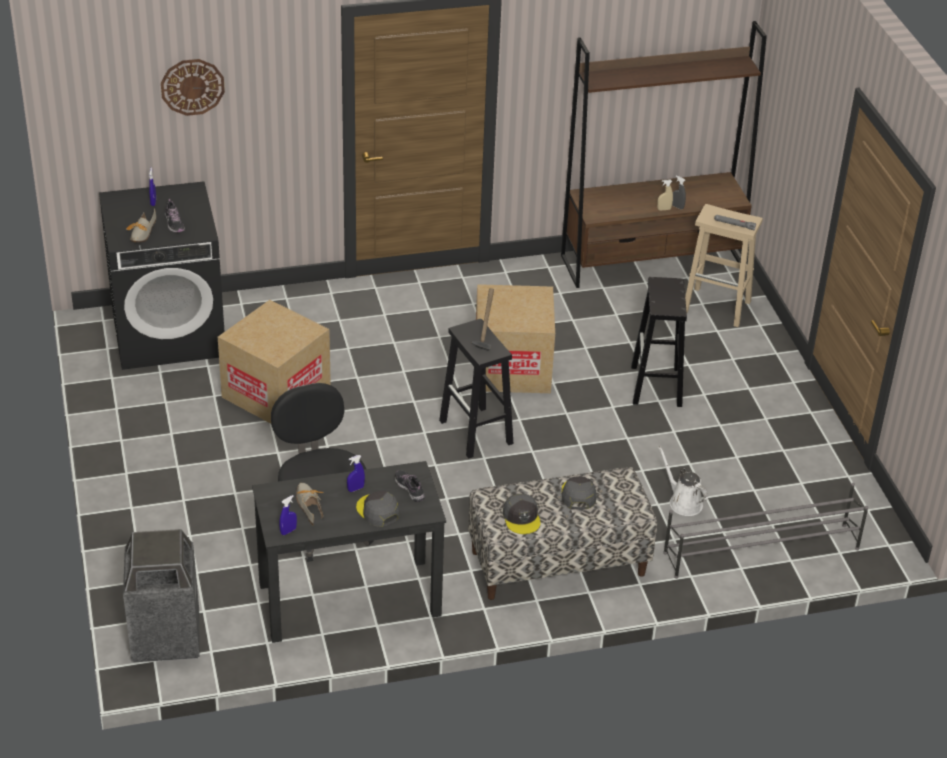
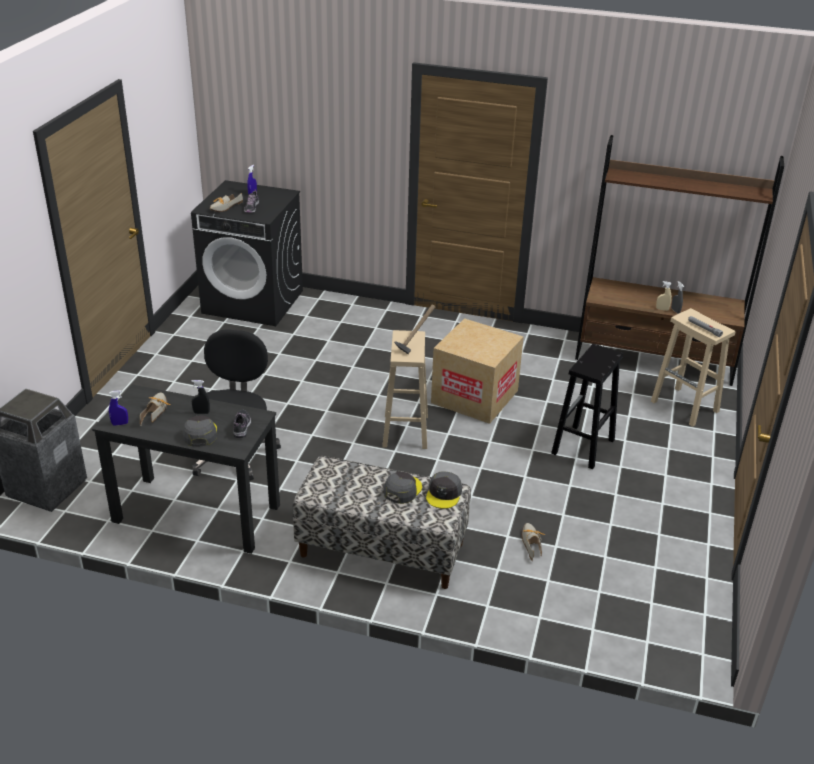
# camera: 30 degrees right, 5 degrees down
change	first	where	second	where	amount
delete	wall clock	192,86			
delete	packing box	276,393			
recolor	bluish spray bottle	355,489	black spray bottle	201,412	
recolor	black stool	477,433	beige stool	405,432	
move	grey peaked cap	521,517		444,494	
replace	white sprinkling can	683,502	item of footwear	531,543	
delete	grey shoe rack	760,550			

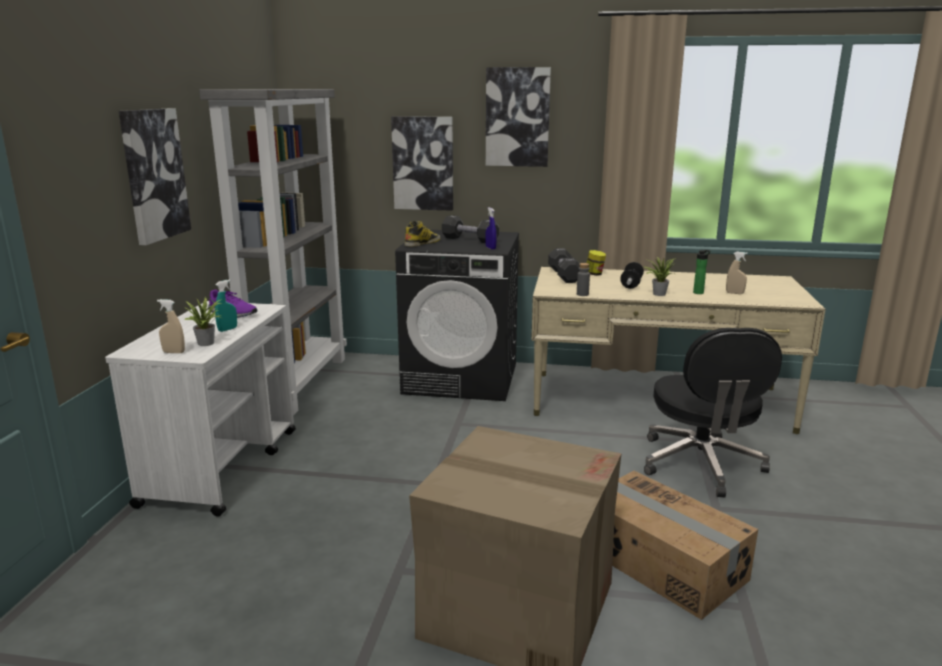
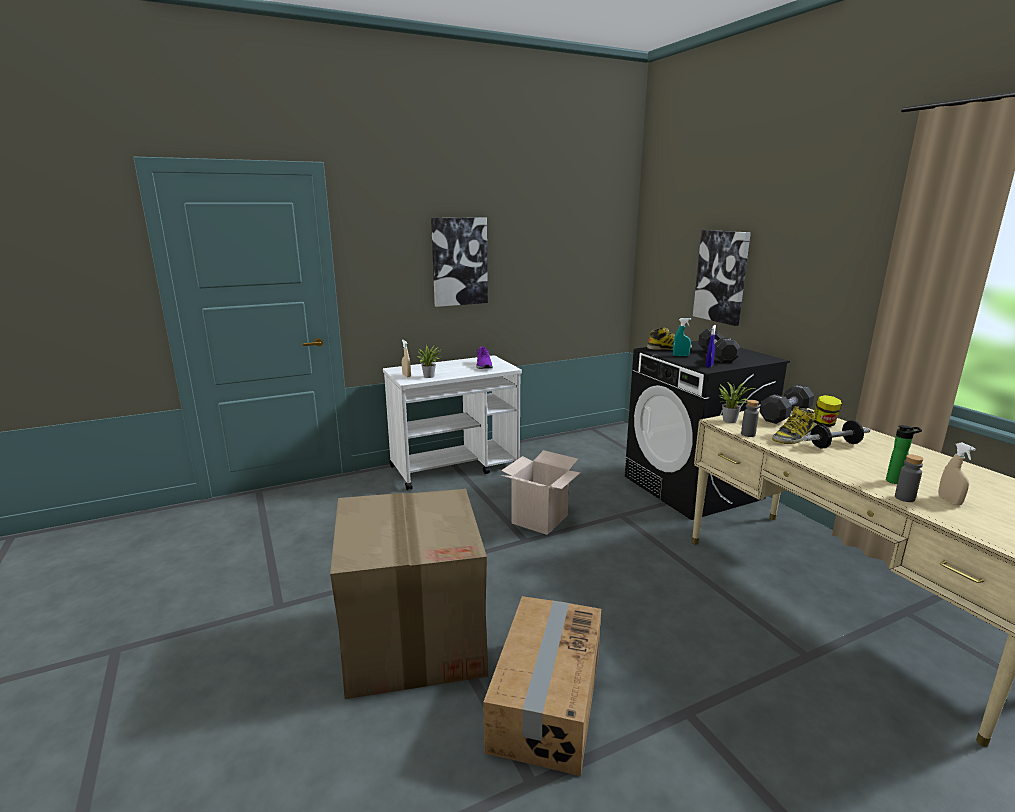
# camera: 55 degrees right, 0 degrees up
change	first	where	second	where	amount
delete	grey bookshelf	298,383			
move	turquoise spray bottle	227,329		680,356	
delete	wall picture	517,117			
move	plant in a pot	658,293		729,420	
delete	black office chair	701,464			
insert			packing box	539,519	
insert			high-top boot	792,438	
insert			grey bottle	904,498	

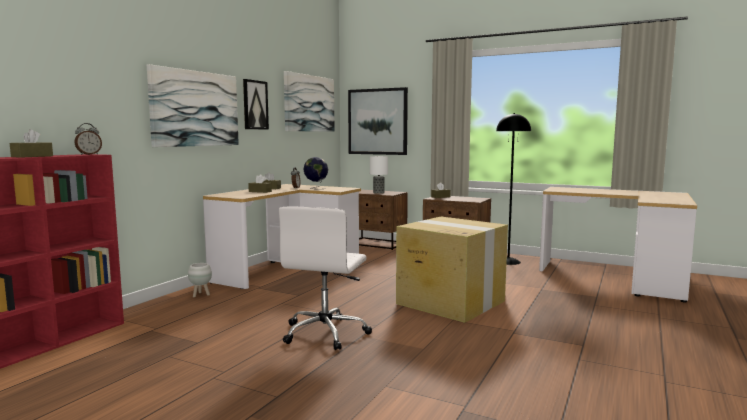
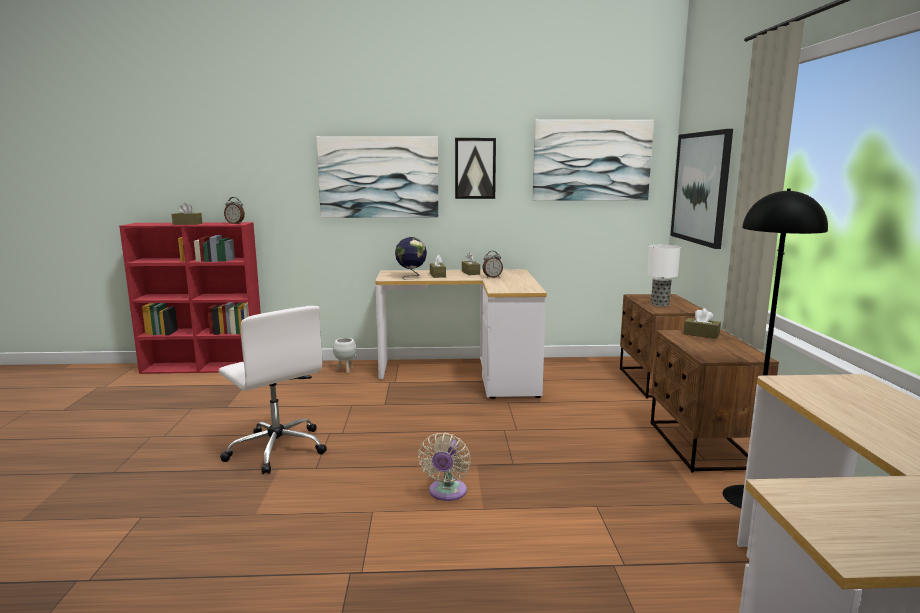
# camera: 60 degrees right, 5 degrees up
change	first	where	second	where	amount
rotate	white office chair	326,333		277,449	120 degrees counterclockwise
move	globe	316,188		411,277	
replace	packing box	449,302	beige electric fan	446,493	

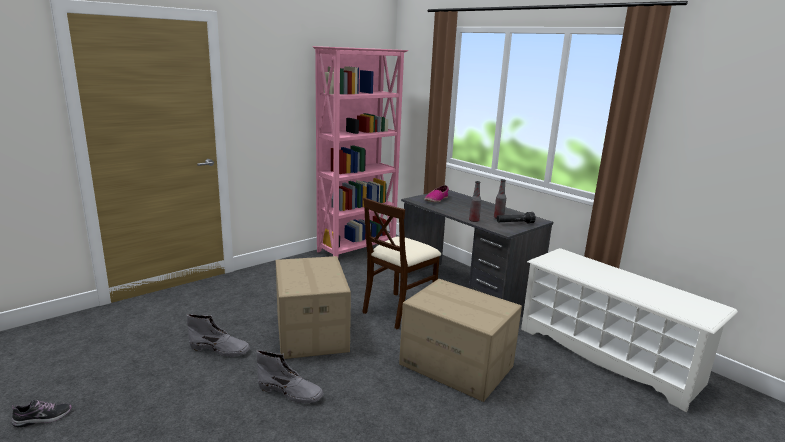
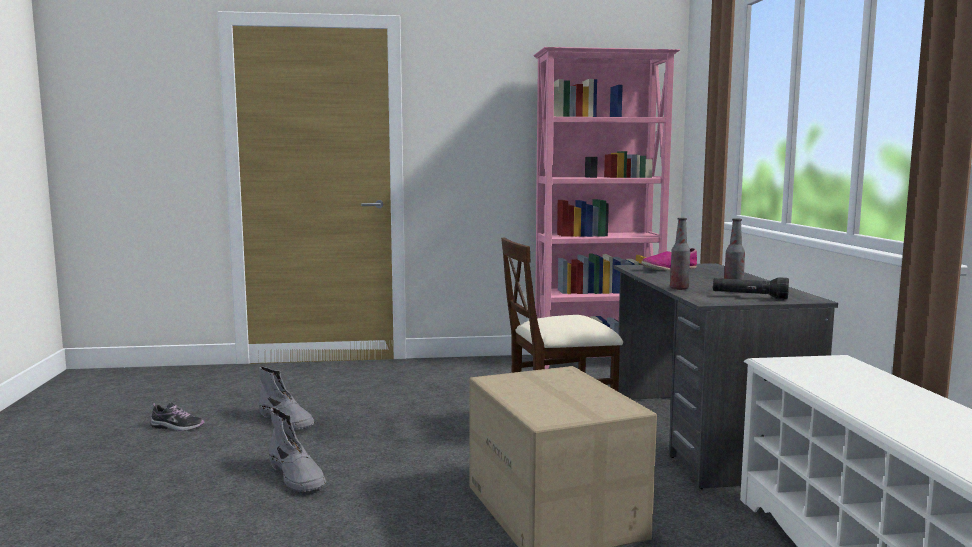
# camera: 35 degrees right, 10 degrees down
change	first	where	second	where	amount
move	item of footwear	43,418		177,427	
delete	packing box	310,332			

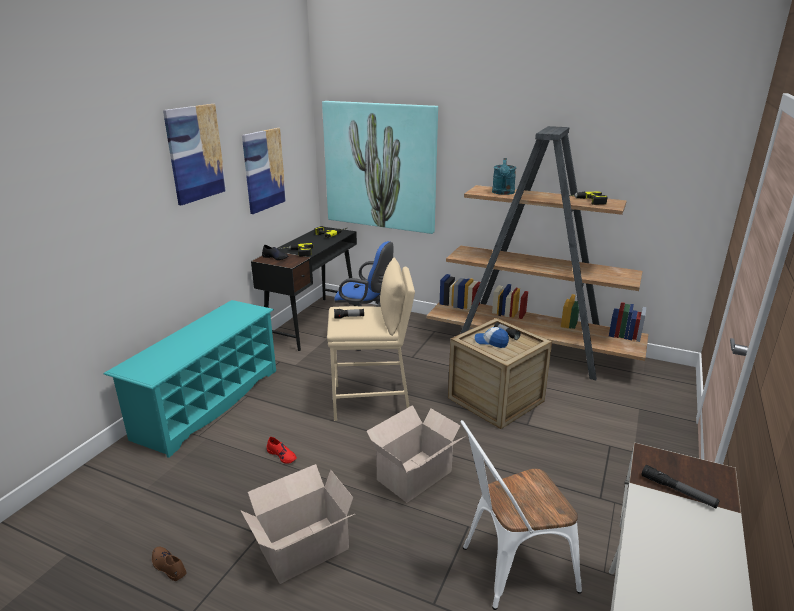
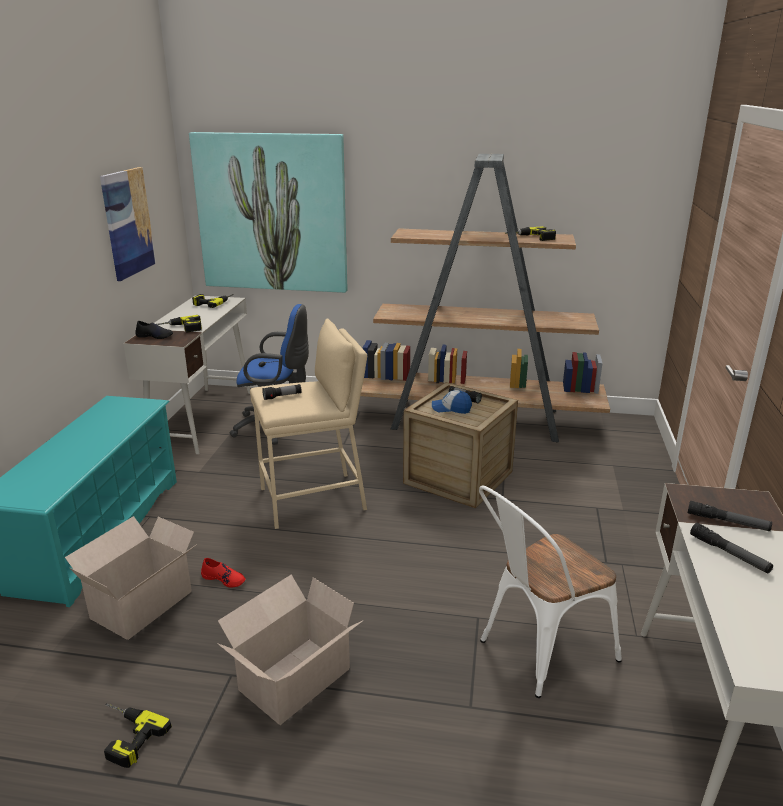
# camera: 15 degrees left, 0 degrees up
change	first	where	second	where	amount
replace	brown item of footwear	168,566	electric drill	124,736	
delete	wall picture	195,153			
recolor	black desk unit	313,322	white desk unit	202,418	
move	packing box	416,475		144,603	
delete	turquoise sprinkling can	503,193			
insert			torch	729,554	

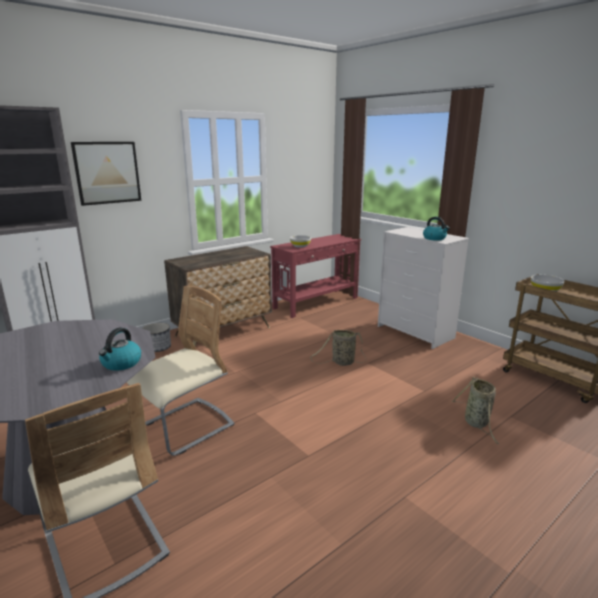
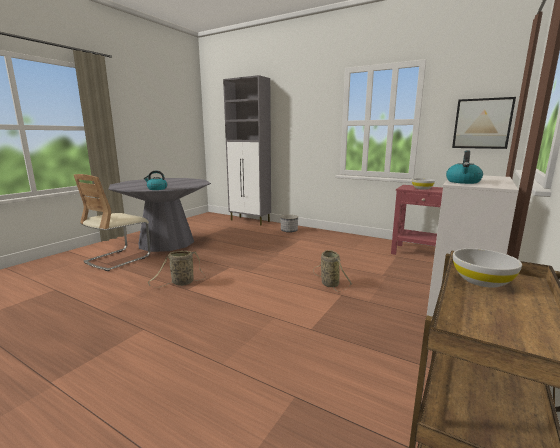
# camera: 70 degrees right, 5 degrees down
change	first	where	second	where	amount
move	wall picture	107,172		482,123	
delete	beige chair	185,427			
delete	dresser	224,332			
move	household basket	477,423		181,283	

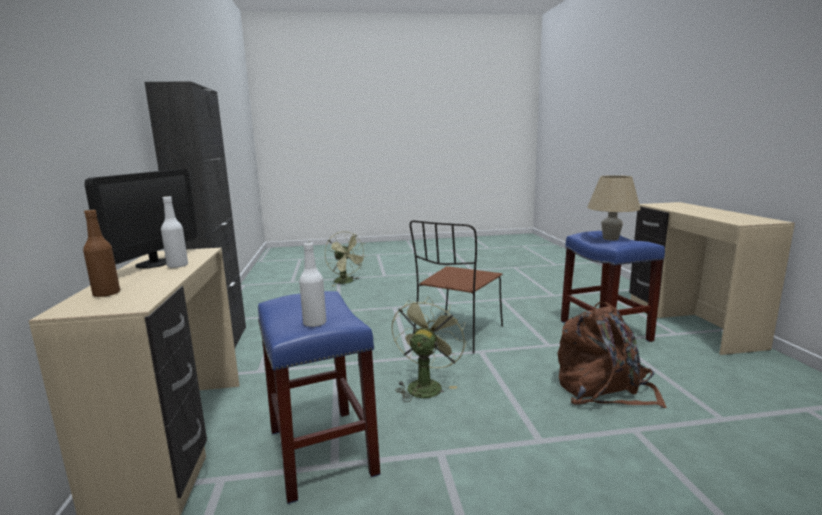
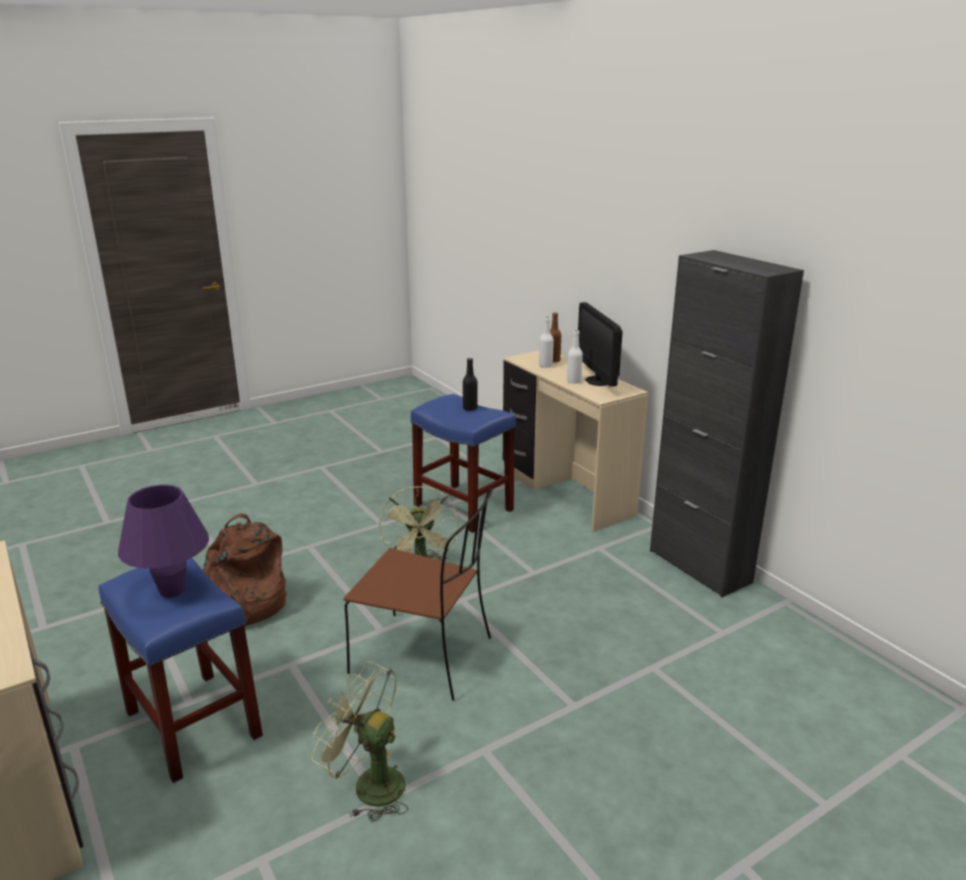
# camera: 155 degrees right, 10 degrees up
change	first	where	second	where	amount
move	white bottle	314,323		545,366	
move	greenish electric fan	347,282		368,784	
rotate	brown chair	457,334		425,656	105 degrees clockwise
recolor	beige lamp for a table	610,238	purple-coloured lamp for a table	172,590	
insert			black bottle	470,408	

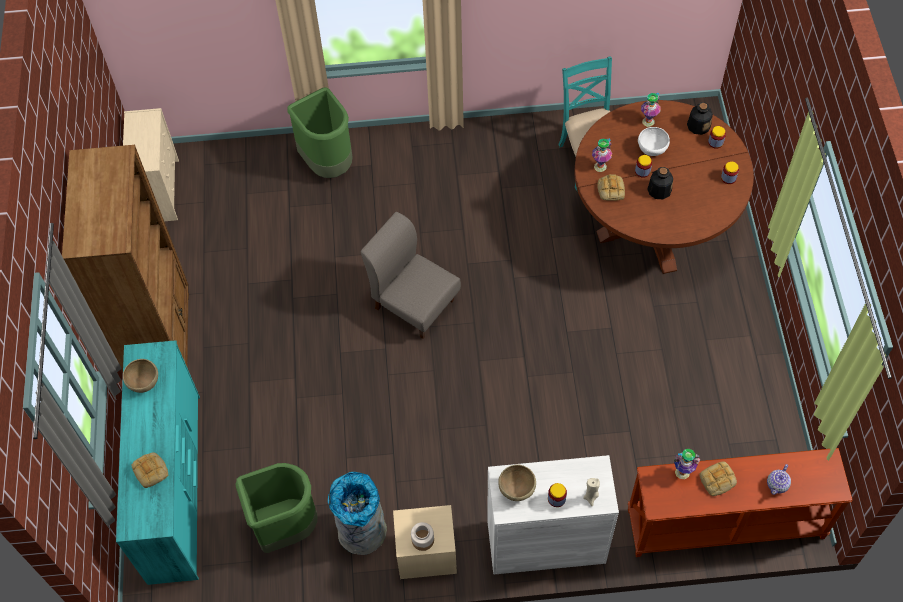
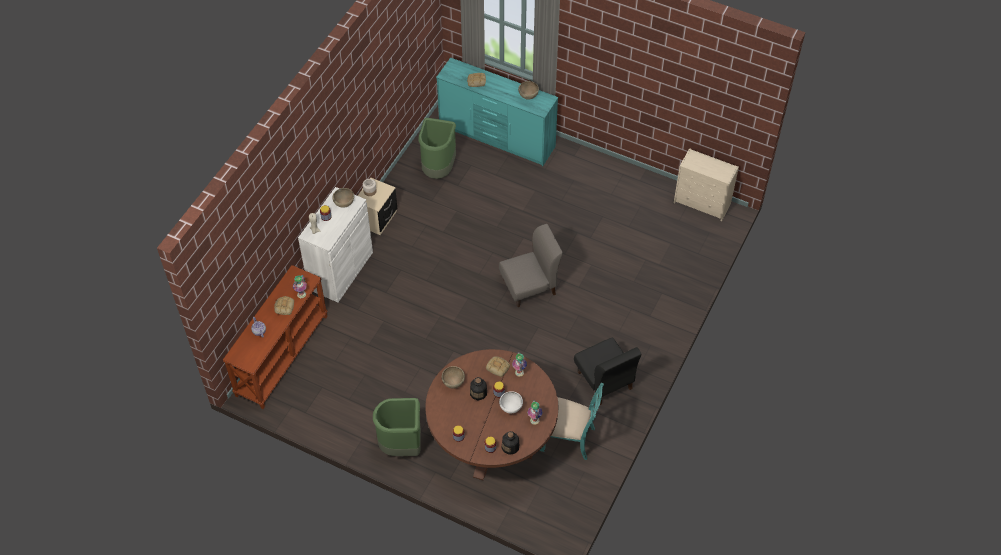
# camera: 120 degrees right, 5 degrees down
change	first	where	second	where	amount
delete	brown bookshelf	163,340			
move	greenish rubbish bin	328,164		402,446	
delete	grey rubbish bin	362,531			
insert			brown bowl	453,383	
insert			black chair	604,381	

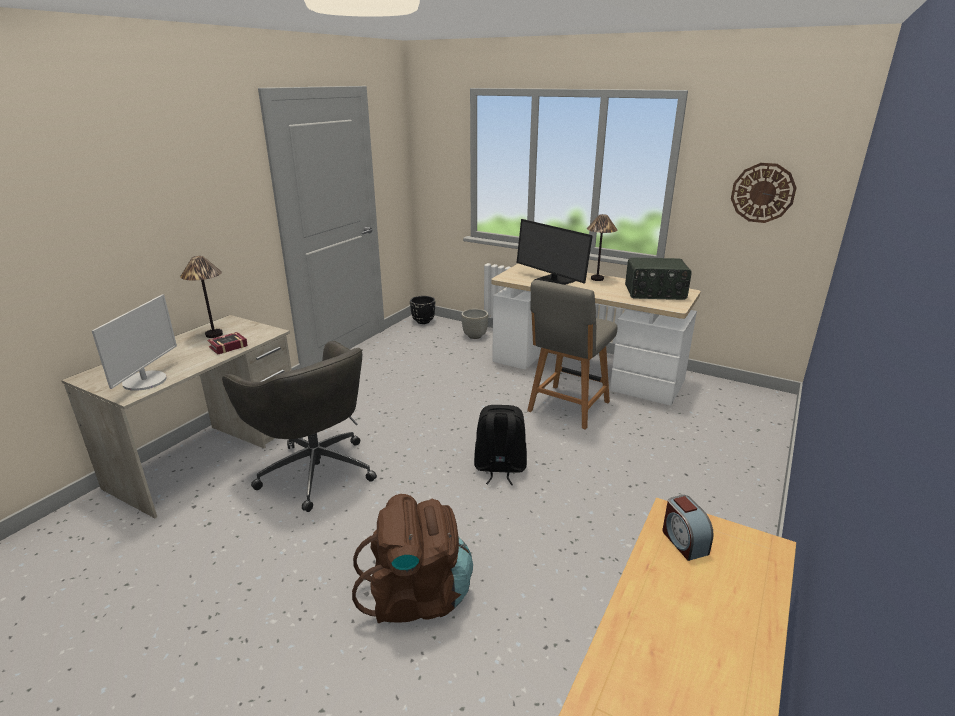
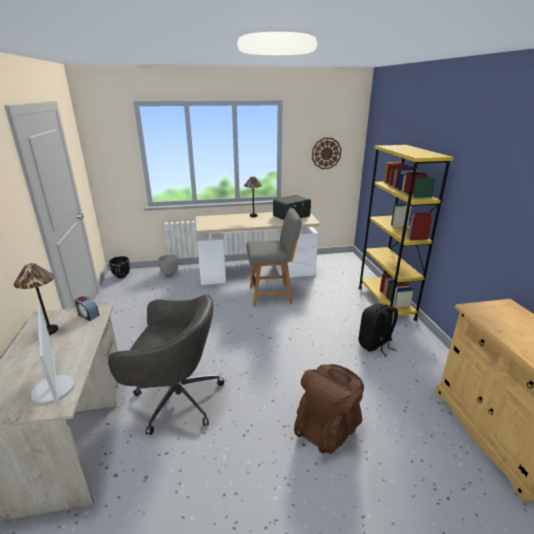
# camera: 40 degrees left, 0 degrees up
change	first	where	second	where	amount
delete	book	226,346			
move	black rucksack	499,468		375,345	
delete	monitor	553,281			
rotate	grey chair	567,408		272,295	90 degrees counterclockwise
move	table clock	683,541		88,315	
insert			yellowish bookshelf	385,303	

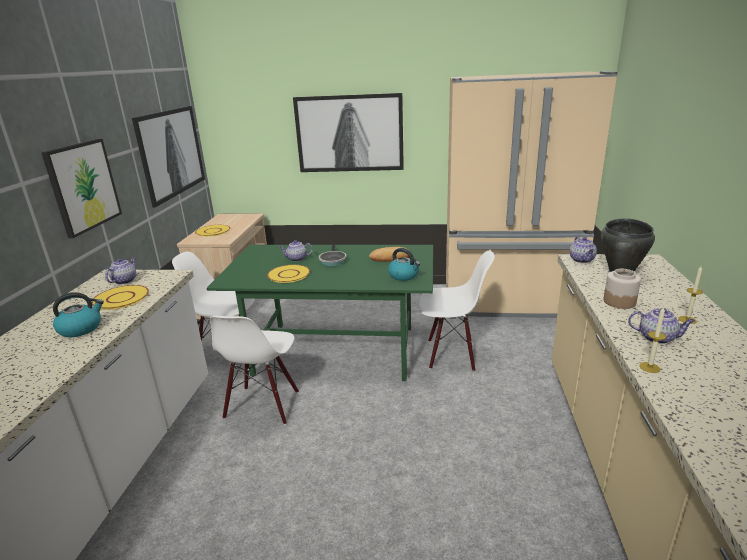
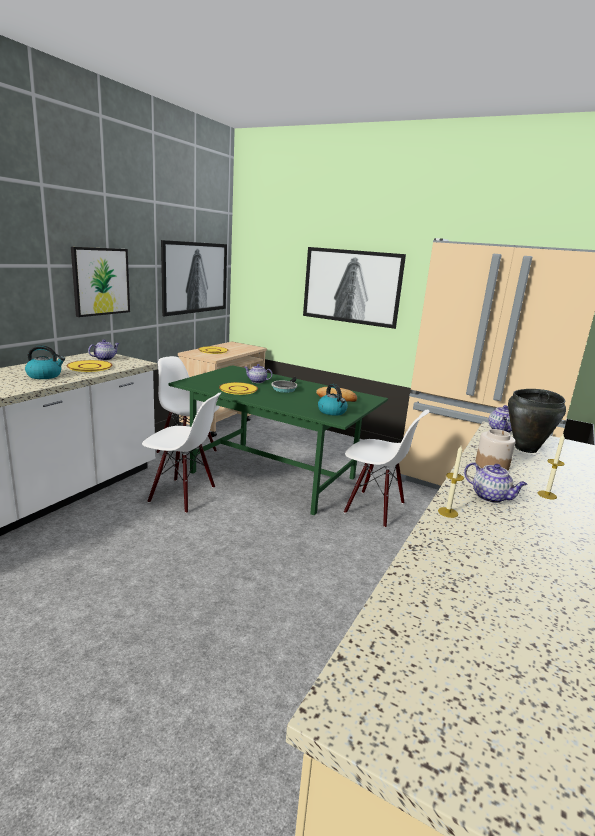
# camera: 20 degrees right, 5 degrees down
change	first	where	second	where	amount
rotate	white chair	263,405		182,495	105 degrees counterclockwise

